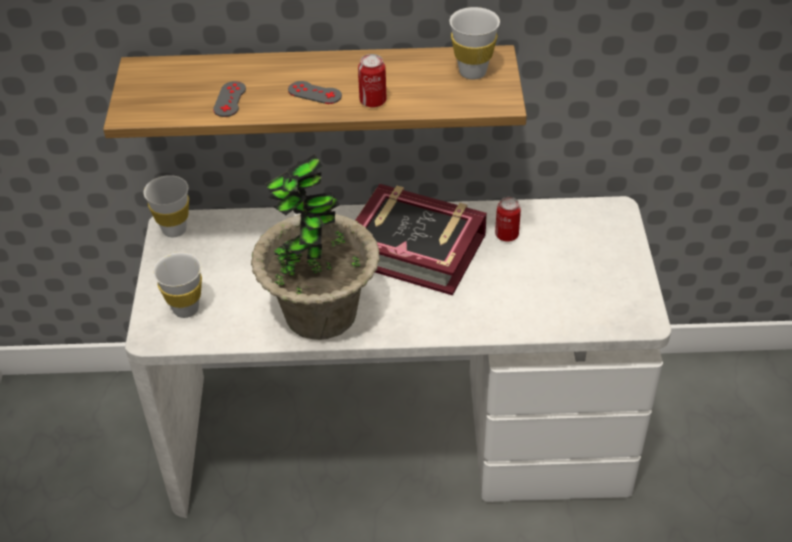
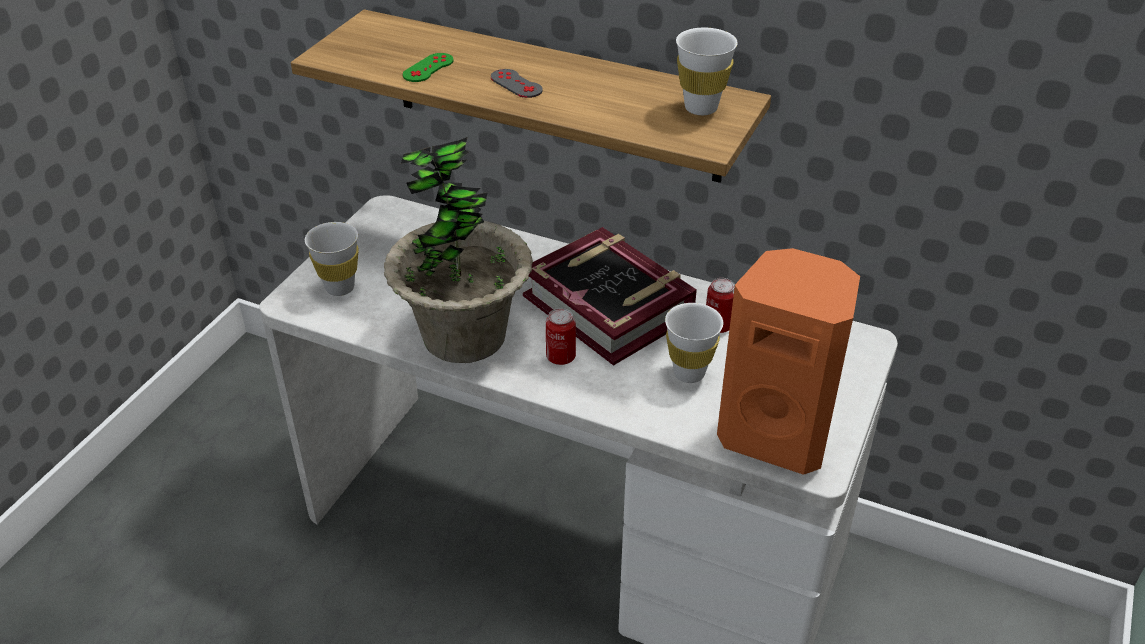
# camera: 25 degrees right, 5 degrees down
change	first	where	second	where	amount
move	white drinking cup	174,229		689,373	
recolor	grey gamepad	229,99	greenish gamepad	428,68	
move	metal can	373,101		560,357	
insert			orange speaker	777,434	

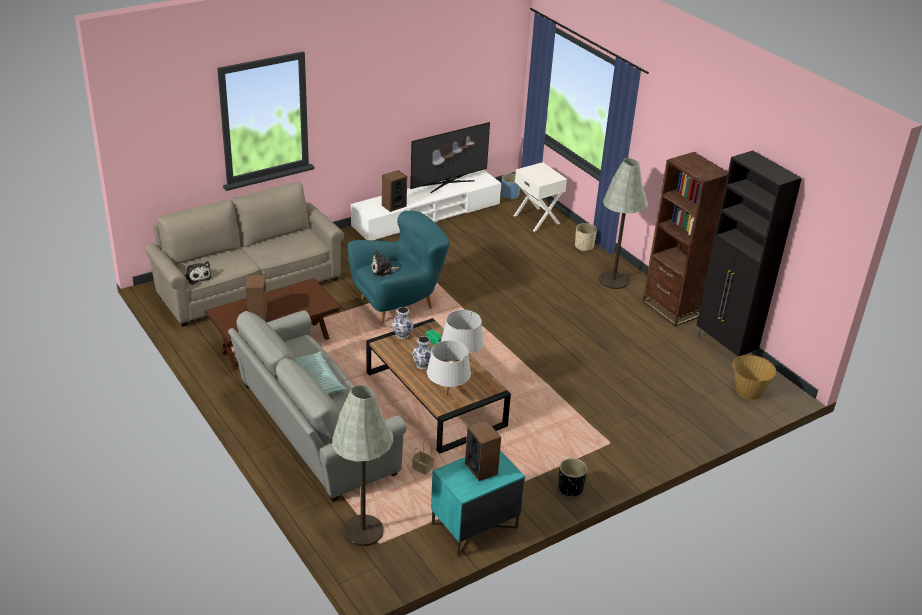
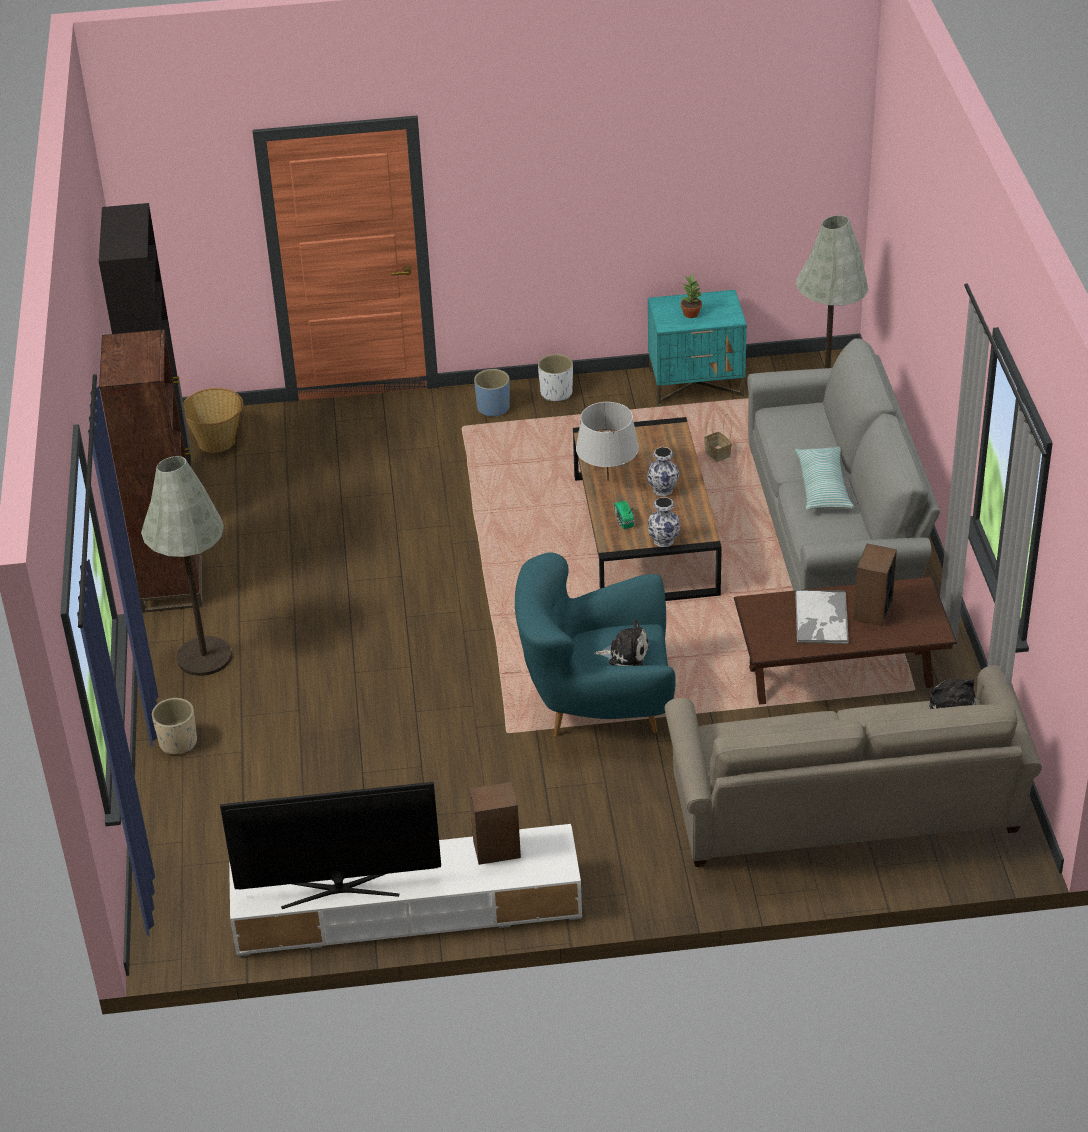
# camera: 150 degrees left, 5 degrees up
change	first	where	second	where	amount
delete	grey lamp for a table	447,395			
replace	speaker	481,468	plant in a pot	690,313	
move	bluish flower pot	510,195		493,408	
delete	white night table	537,219			
recolor	black flower pot	570,488	white flower pot	556,393	
insert			tray	821,618	

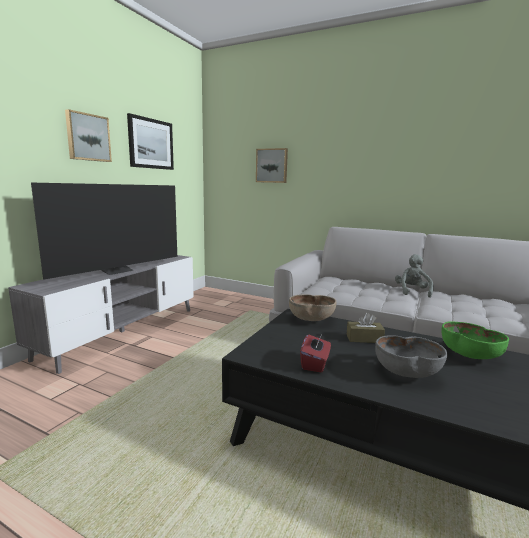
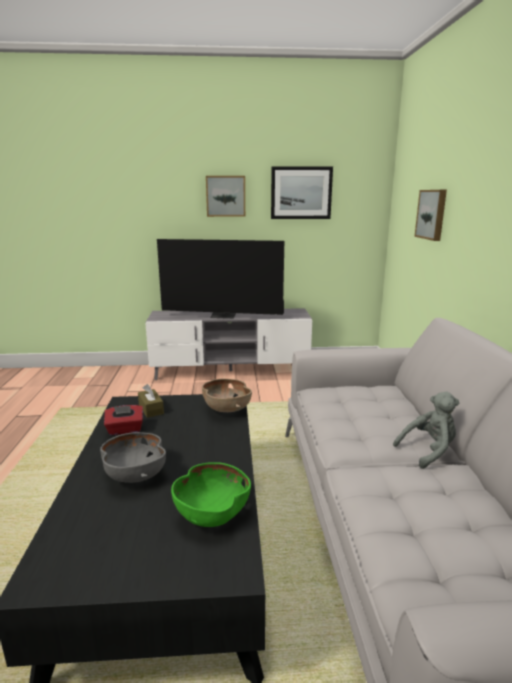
# camera: 60 degrees right, 5 degrees up
change	first	where	second	where	amount
move	brown box of tissues	364,338		151,409	

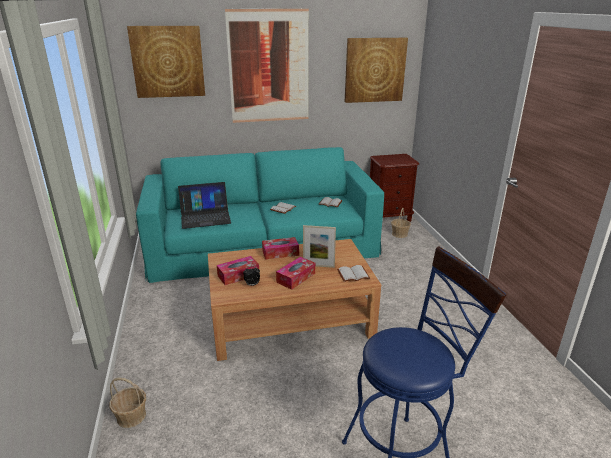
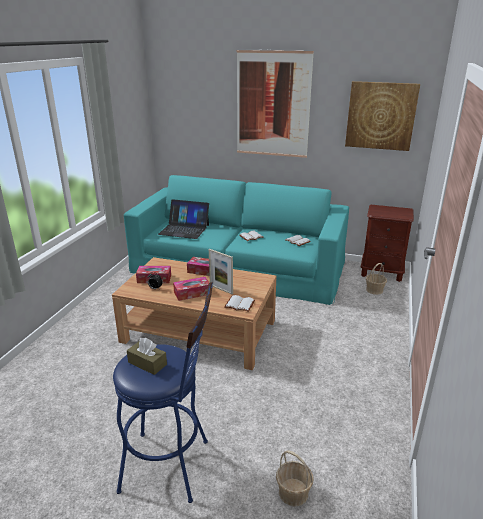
# camera: 30 degrees right, 0 degrees up
change	first	where	second	where	amount
move	household basket	131,416		293,493	
delete	wall picture	168,62			
insert			brown box of tissues	147,363	

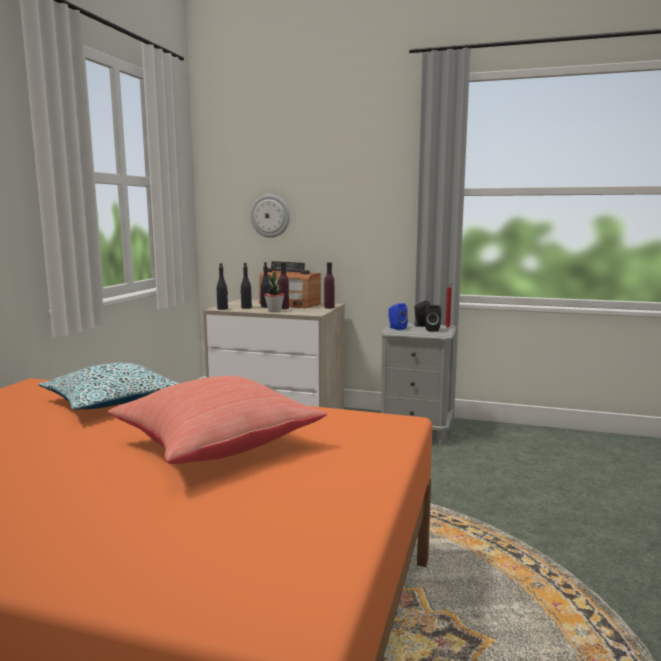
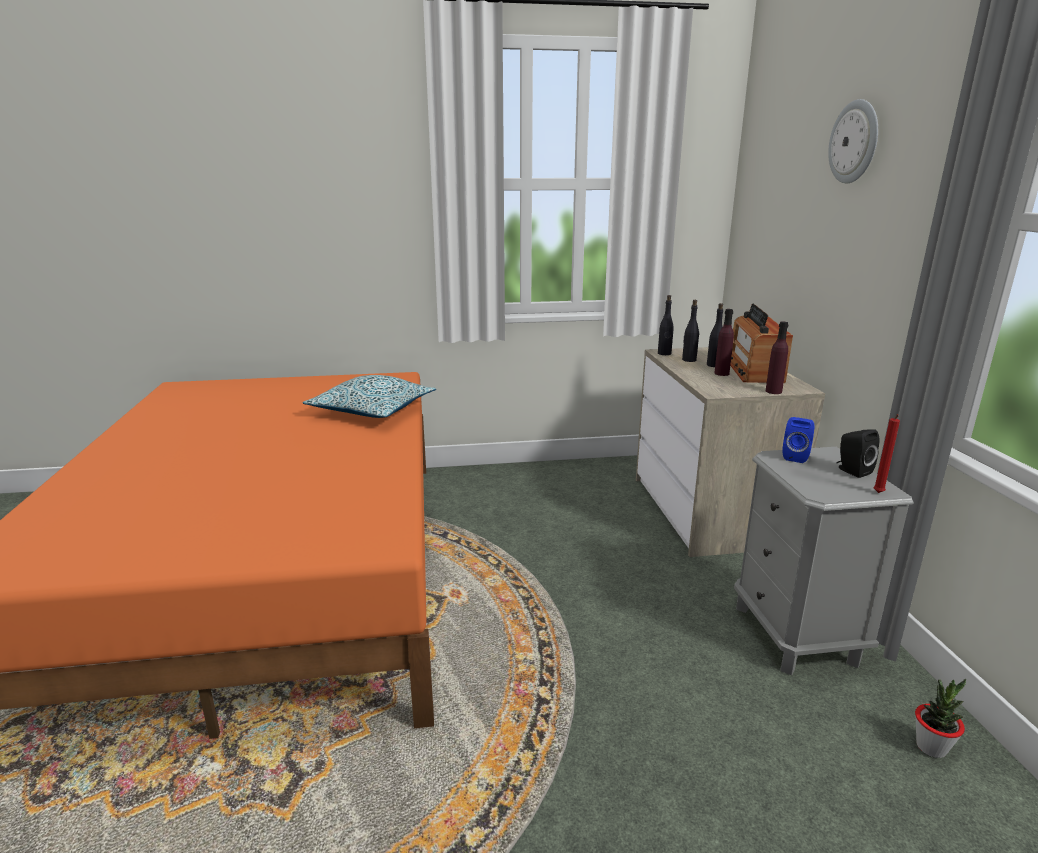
# camera: 65 degrees right, 10 degrees up
change	first	where	second	where	amount
delete	reddish throw pillow	215,446			
move	wall clock	270,216		854,142	
move	plant in a pot	274,311		931,747	
delete	black speaker	433,329			

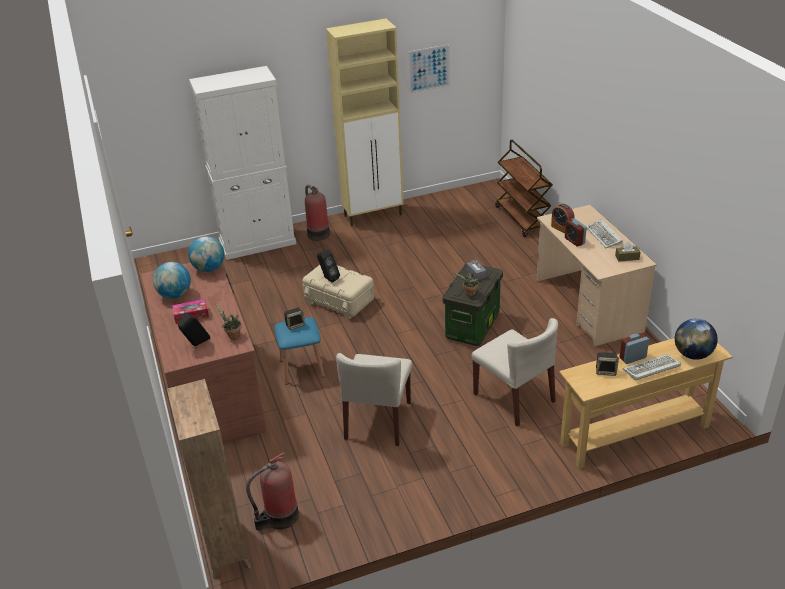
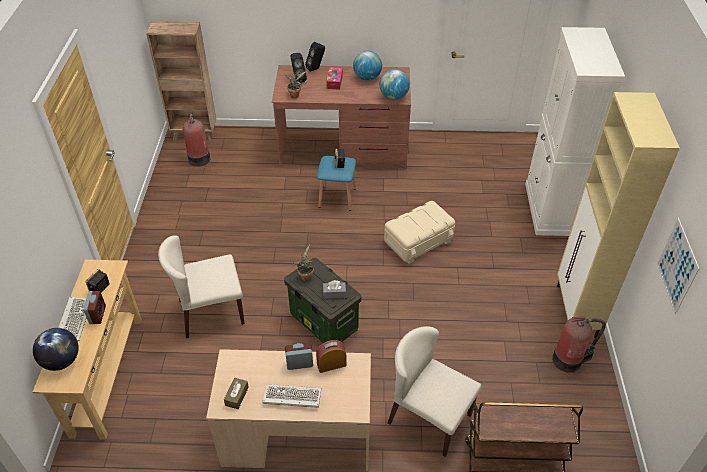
# camera: 110 degrees right, 10 degrees up
change	first	where	second	where	amount
move	fire extinguisher	317,234		569,360	
move	black speaker	328,278		316,69	
move	beige chair	378,420		429,418	

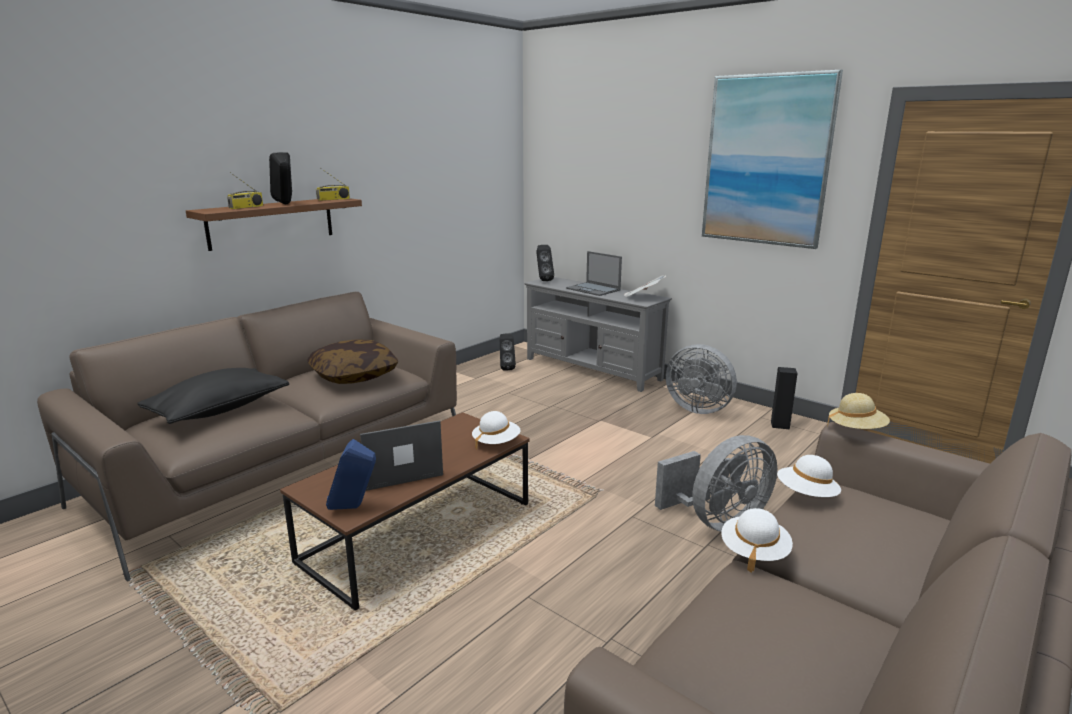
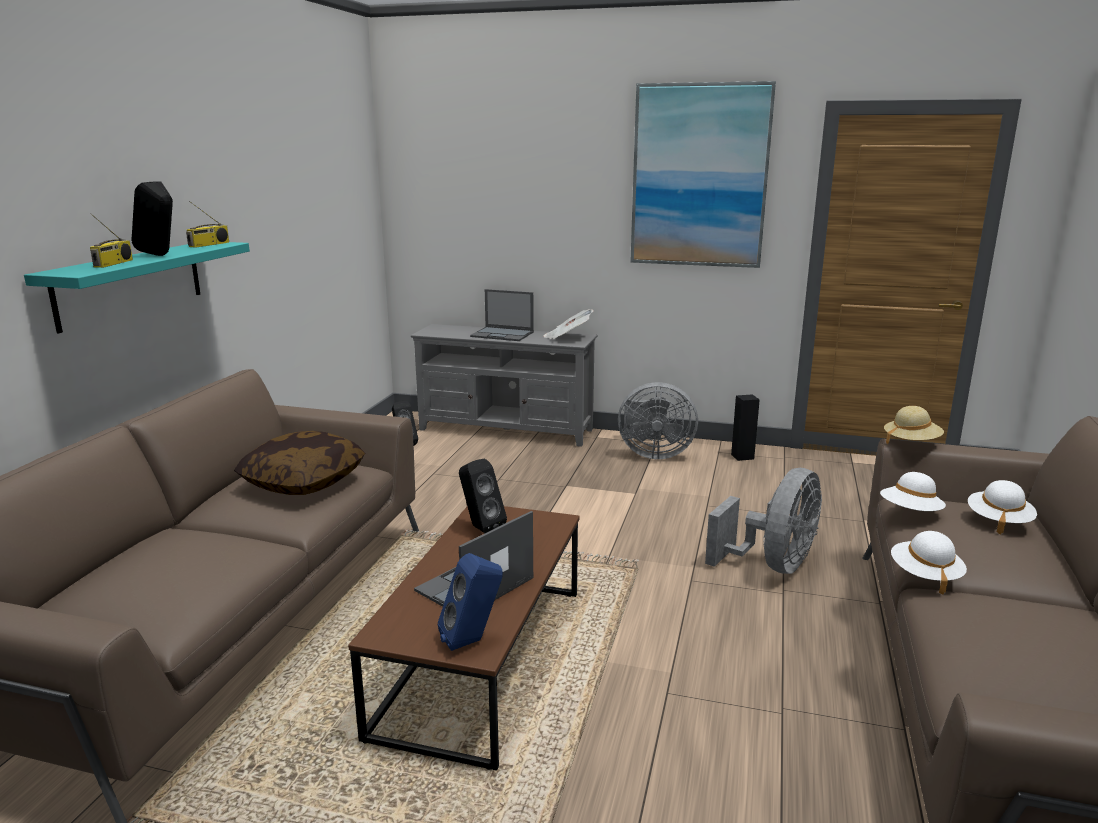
# camera: 25 degrees left, 0 degrees up
change	first	where	second	where	amount
delete	black throw pillow	219,410			
recolor	brown shelf	271,222	turquoise shelf	130,283	
move	white clothing hat	496,442		998,521	
move	black speaker	543,280		480,528	

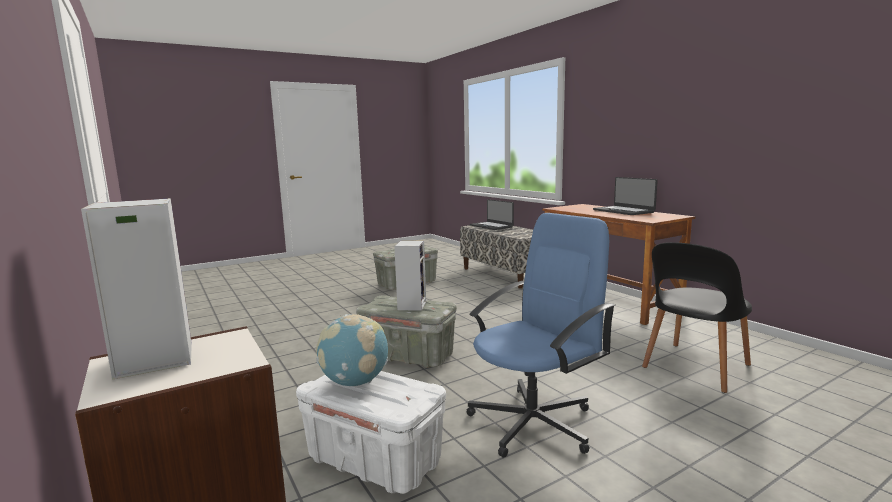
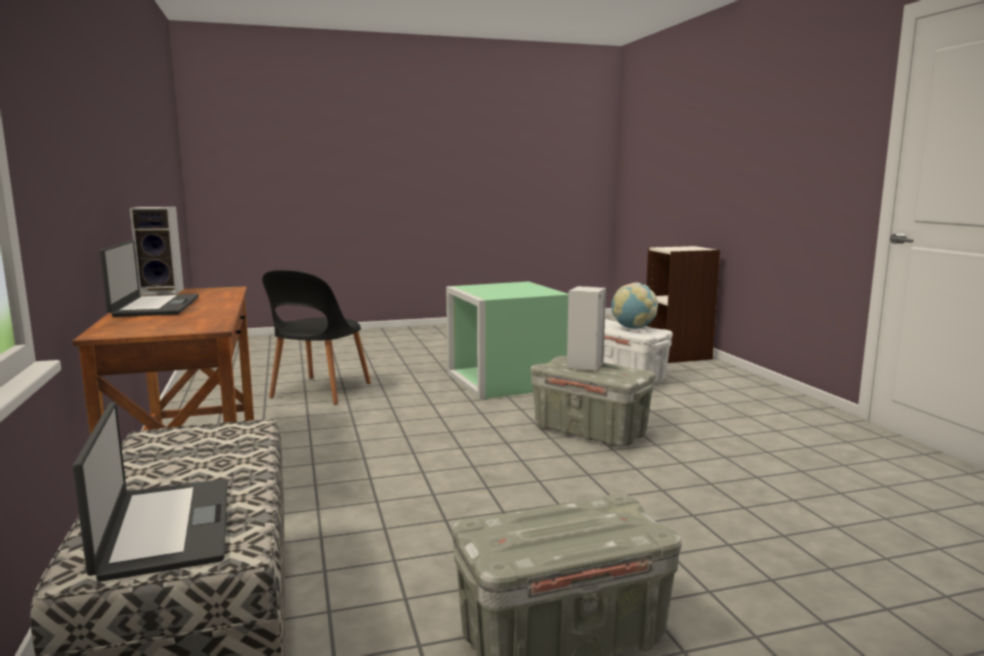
# camera: 165 degrees left, 0 degrees up
change	first	where	second	where	amount
move	speaker	151,361		164,292	
replace	bluish office chair	534,422	greenish storage box	503,380	
rotate	black chair	694,368		319,392	135 degrees clockwise

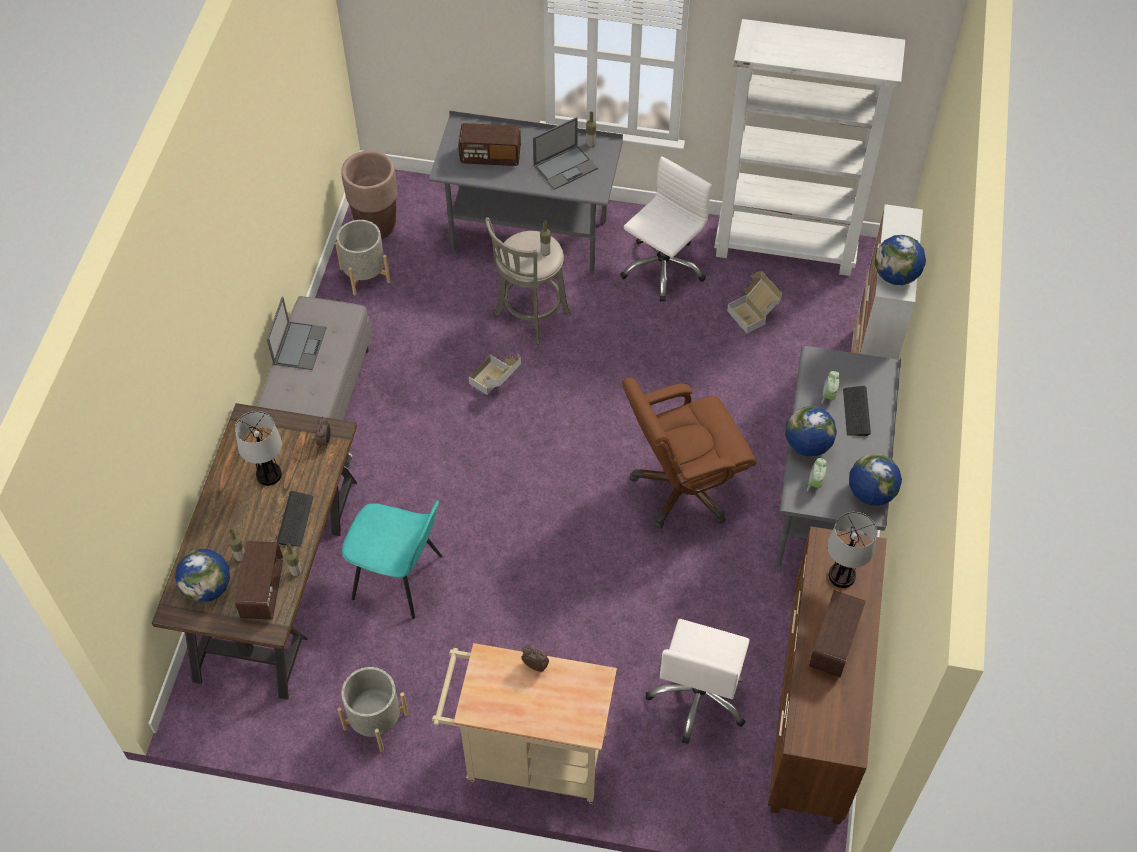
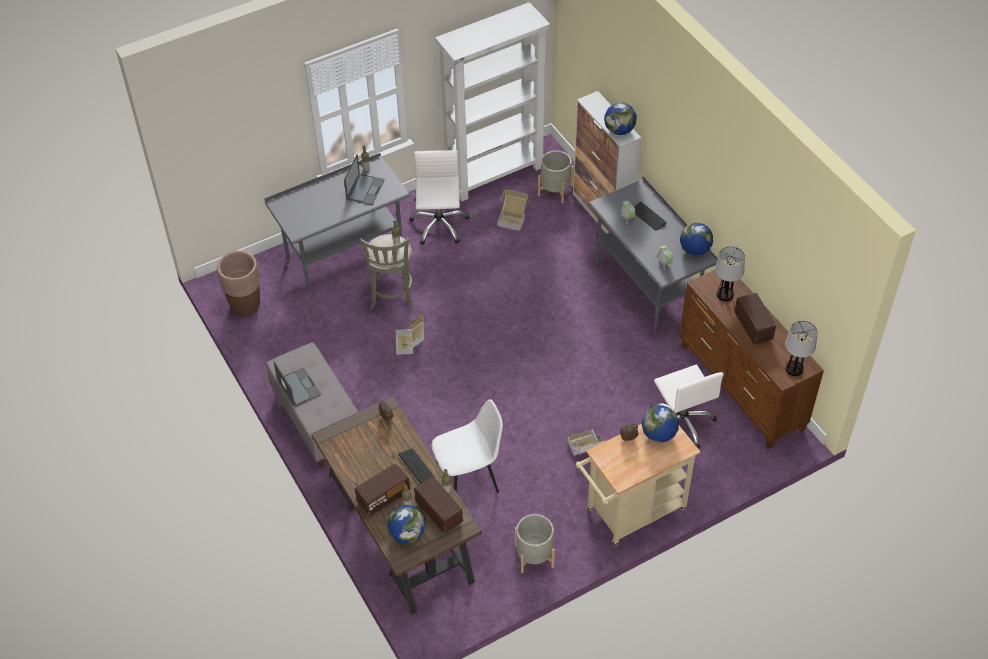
# camera: 40 degrees left, 5 degrees down
change	first	where	second	where	amount
move	lamp for a table	268,475		794,369	
move	grey flower pot	365,275		555,190	
recolor	turquoise chair	400,578	white chair	468,478	
move	radio set	490,156		383,497	
delete	brown office chair	683,488			
move	globe	807,445		658,434	
insert			packing box	585,450	

